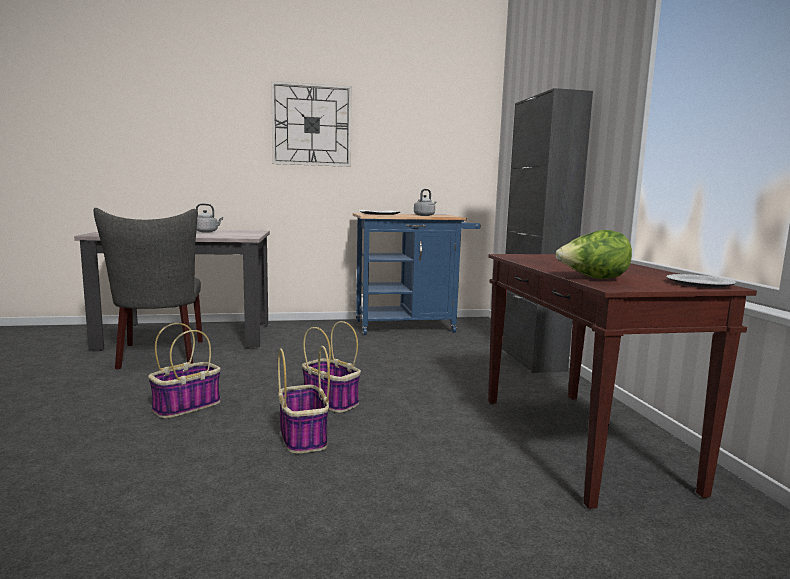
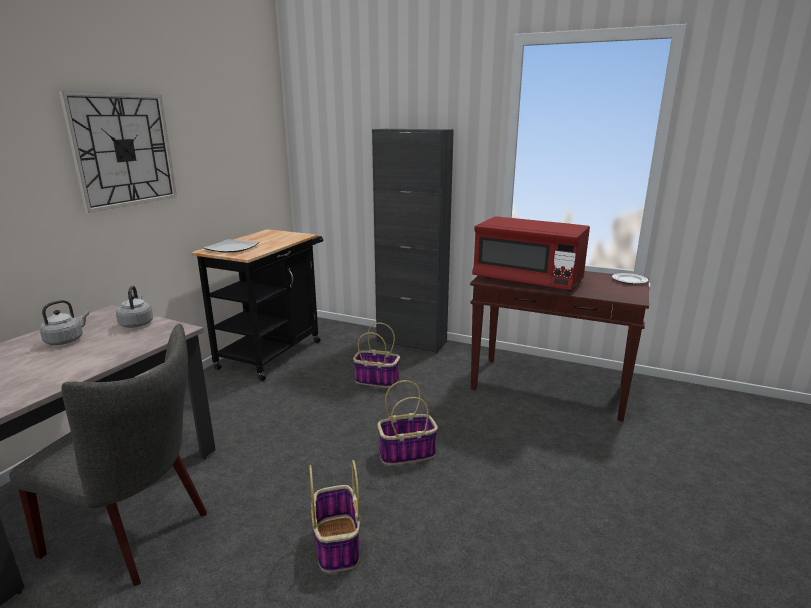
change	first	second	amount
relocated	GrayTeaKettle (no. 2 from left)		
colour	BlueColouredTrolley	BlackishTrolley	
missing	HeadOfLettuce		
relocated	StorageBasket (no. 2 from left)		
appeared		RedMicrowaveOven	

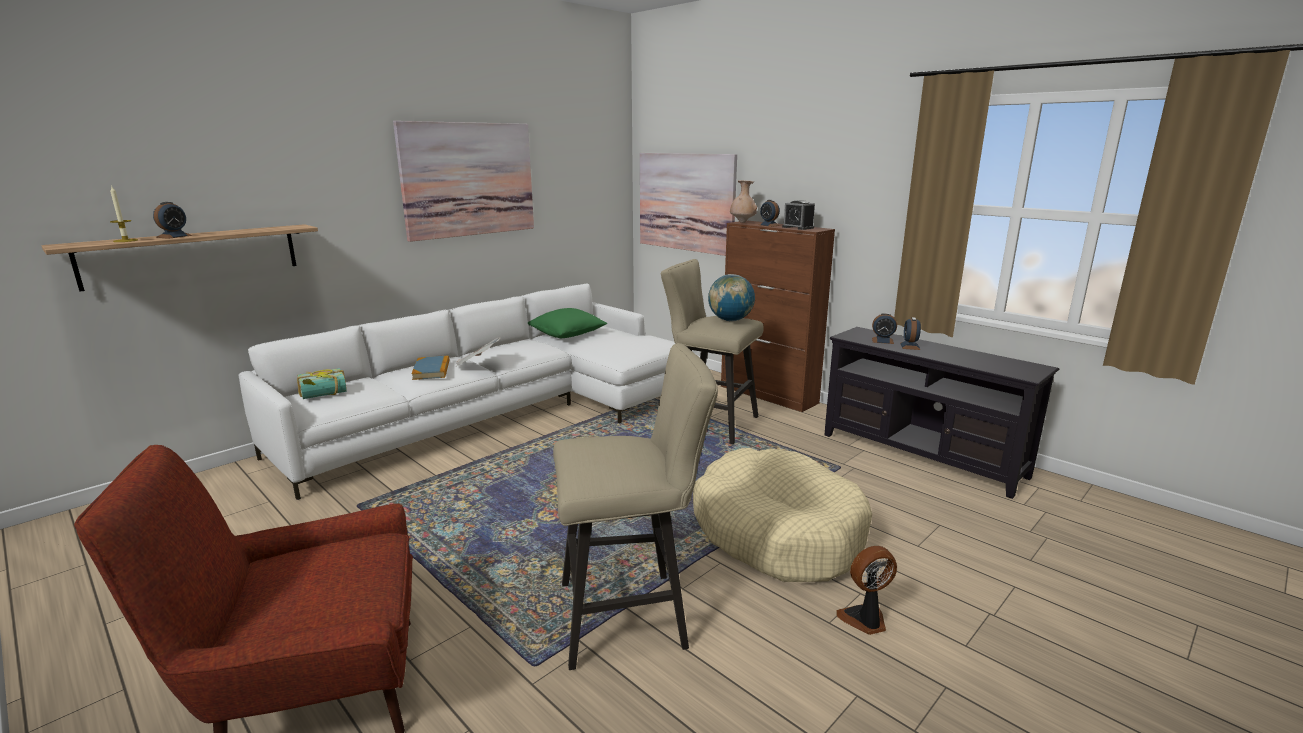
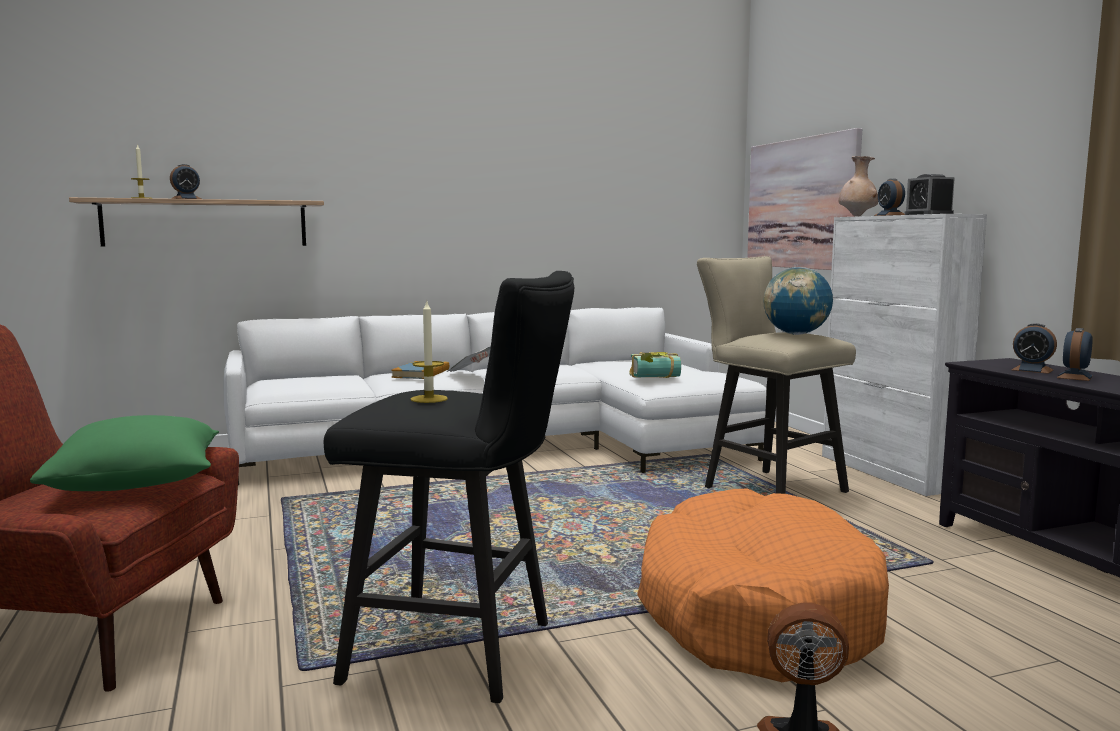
change	first	second	amount
missing	WallArt (no. 1 from left)		
colour	BrownColouredStorageCabinet	WhiteStorageCabinet	
relocated	GreenColouredThrowPillow		
colour	BeigeColouredStoolSeat (no. 1 from left)	BlackishStoolSeat	
relocated	Book (no. 1 from left in the first image)	Book (no. 2 from left)	
colour	BeigeColouredDogBed	OrangeColouredDogBed	
appeared		WaxCandle (no. 2 from left)	

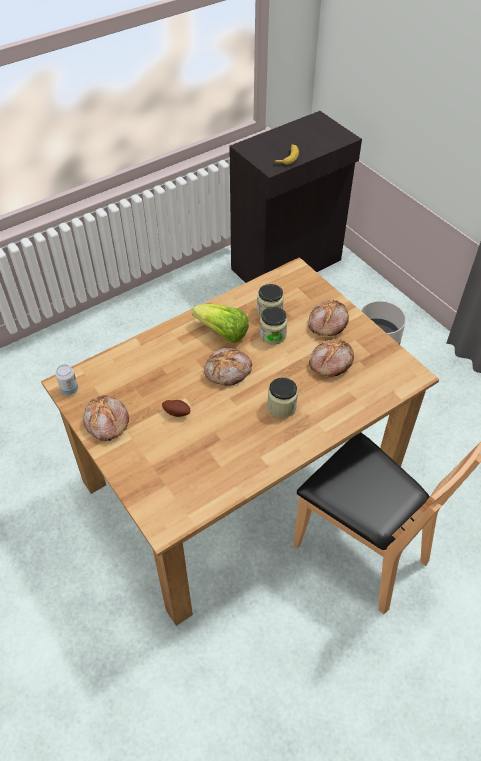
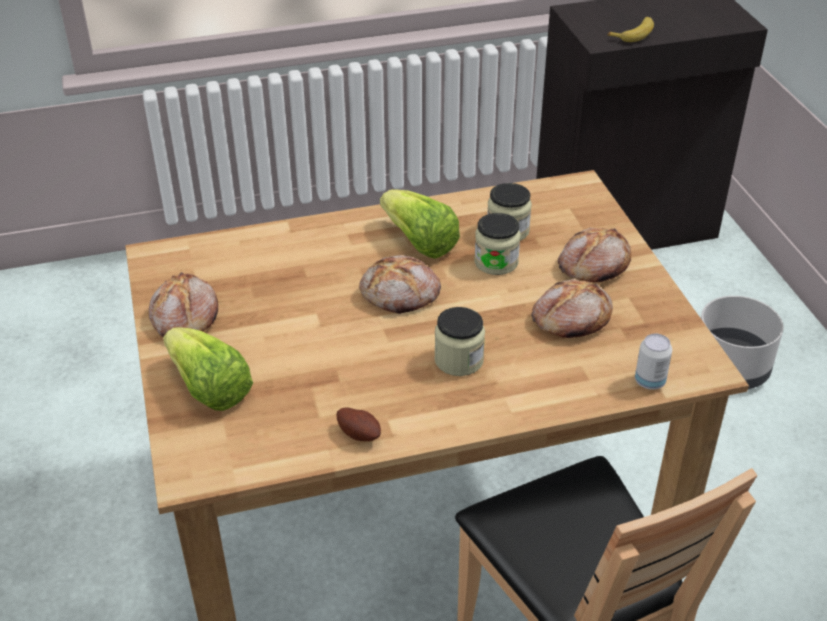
change	first	second	amount
relocated	Can		
relocated	Potato		
appeared		HeadOfLettuce (no. 1 from left)	

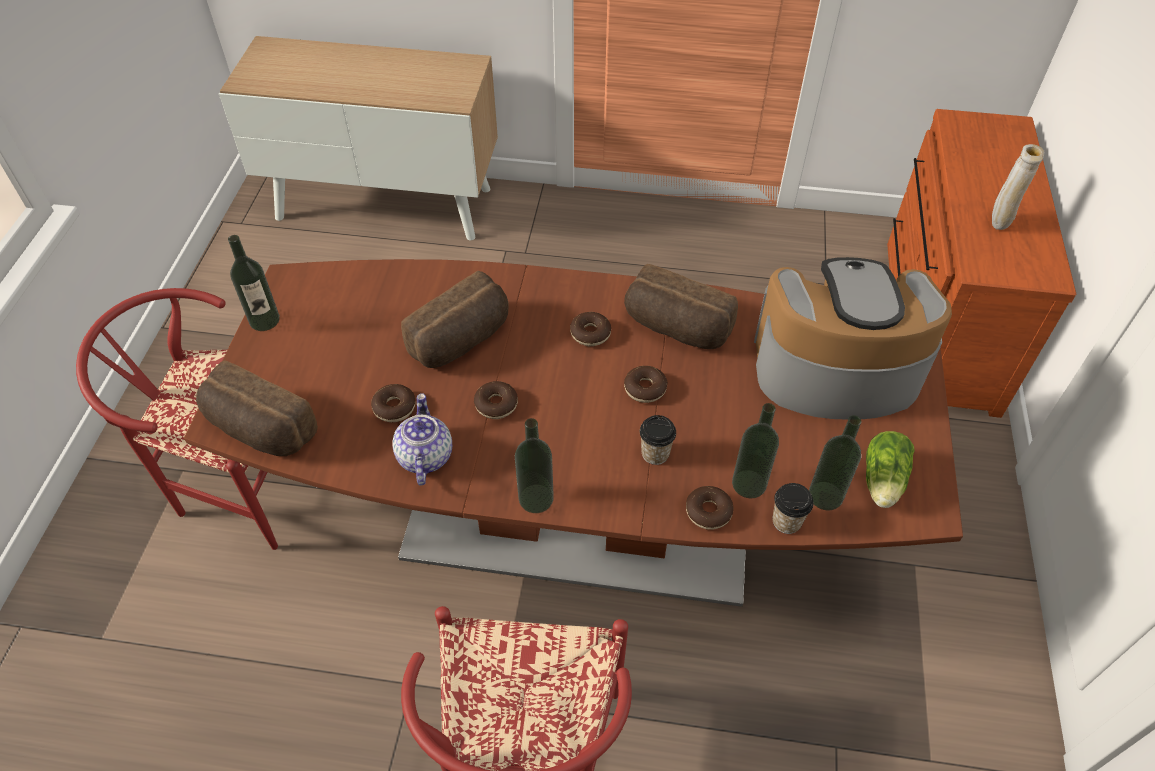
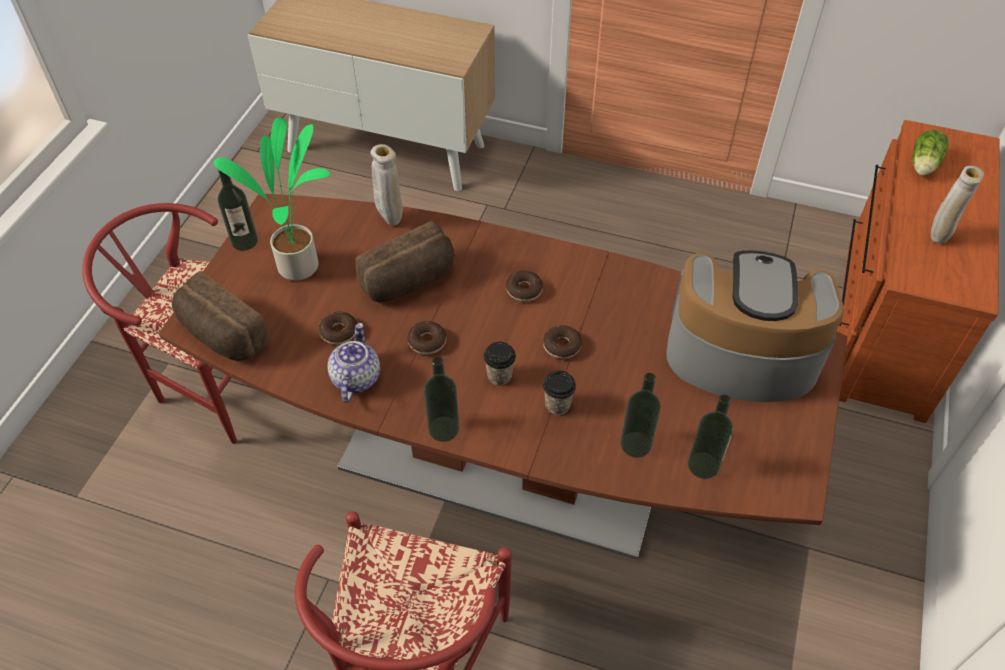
change	first	second	amount
missing	BakeryBread (no. 3 from left)		
relocated	HeadOfLettuce		
relocated	Cup (no. 2 from left in the first image)	Cup (no. 1 from left)	
missing	Donut (no. 5 from left)		
appeared		PlantInAPot	
appeared		BeigeColouredFlowerVase (no. 1 from left)	

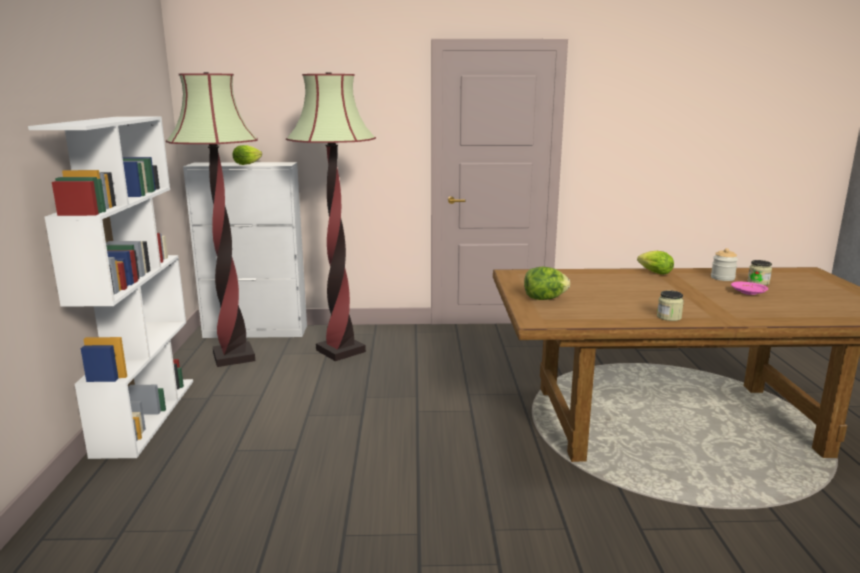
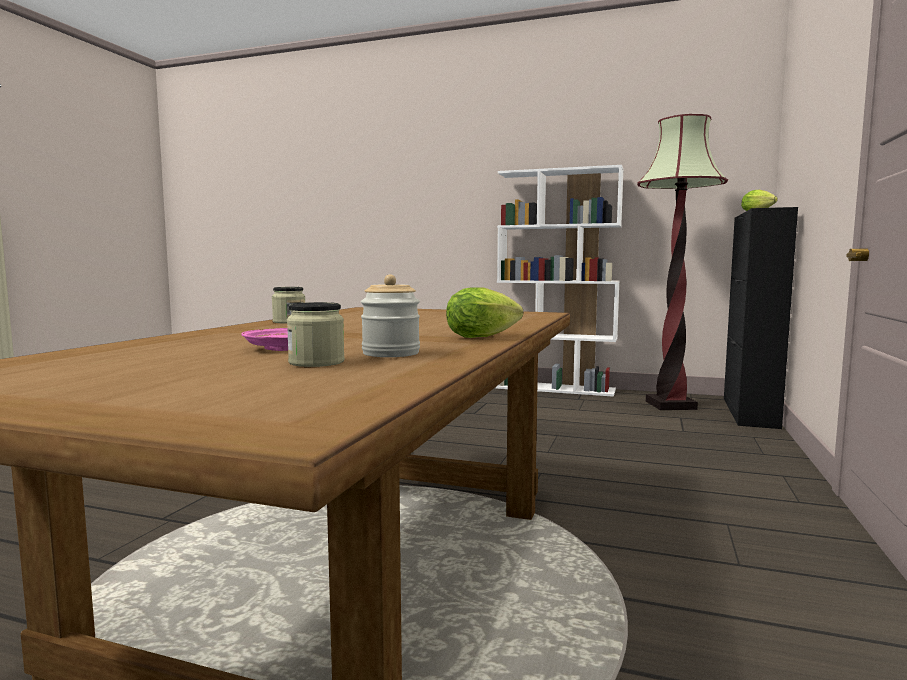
change	first	second	amount
missing	StandardLamp (no. 2 from left)		
colour	WhiteStorageCabinet	BlackishStorageCabinet	
missing	HeadOfLettuce (no. 2 from left)		

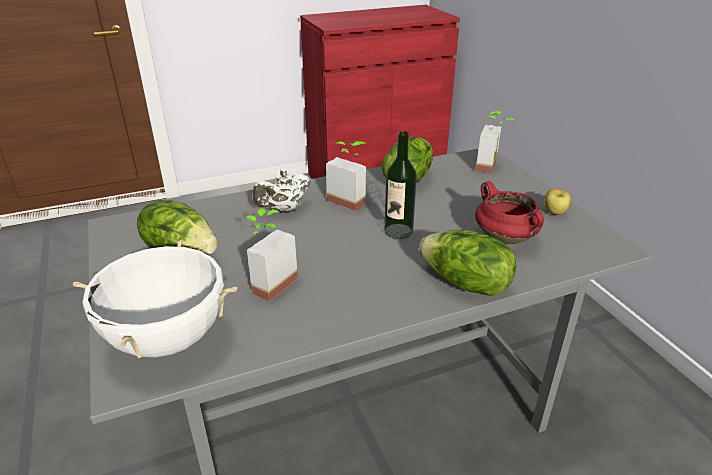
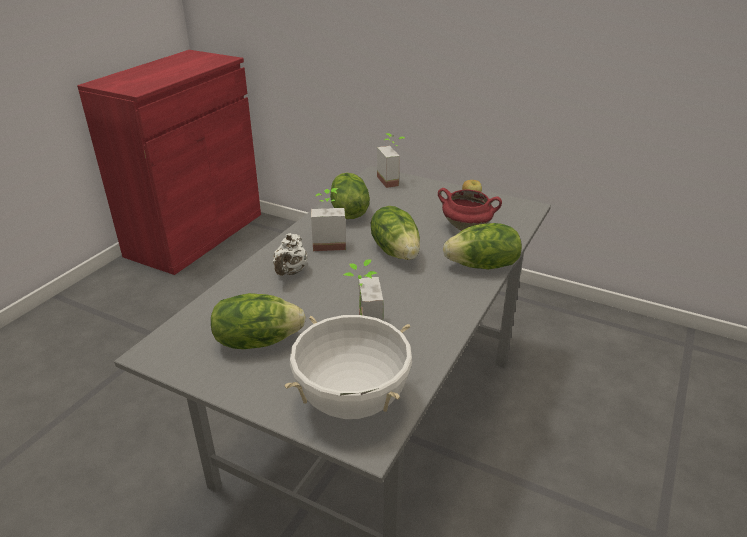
change	first	second	amount
exchanged	DrinkBottle	HeadOfLettuce (no. 3 from left)	

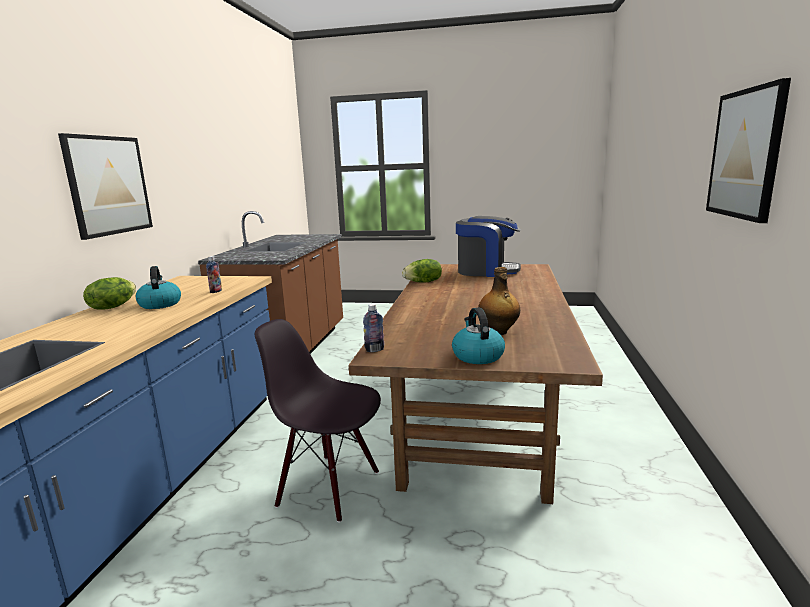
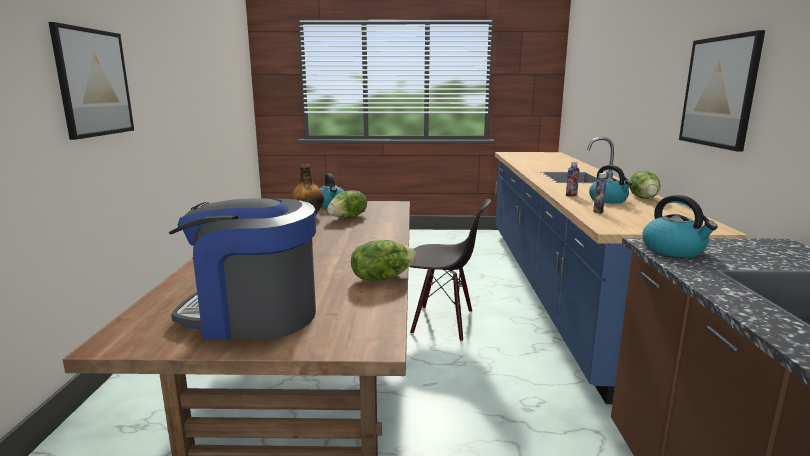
change	first	second	amount
relocated	DrinkBottle (no. 2 from left)		
appeared		HeadOfLettuce (no. 1 from left)	
appeared		TeaKettle (no. 3 from left)	

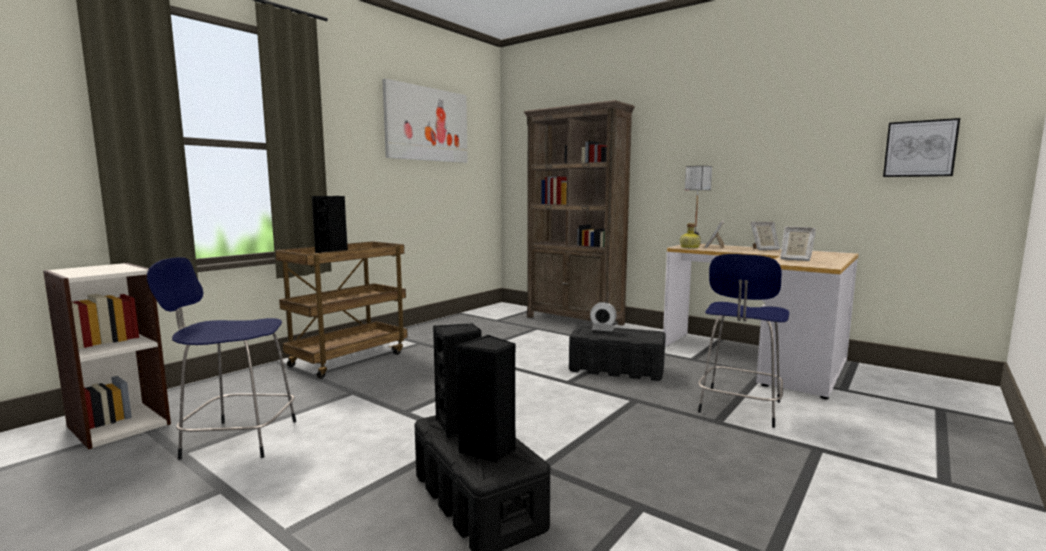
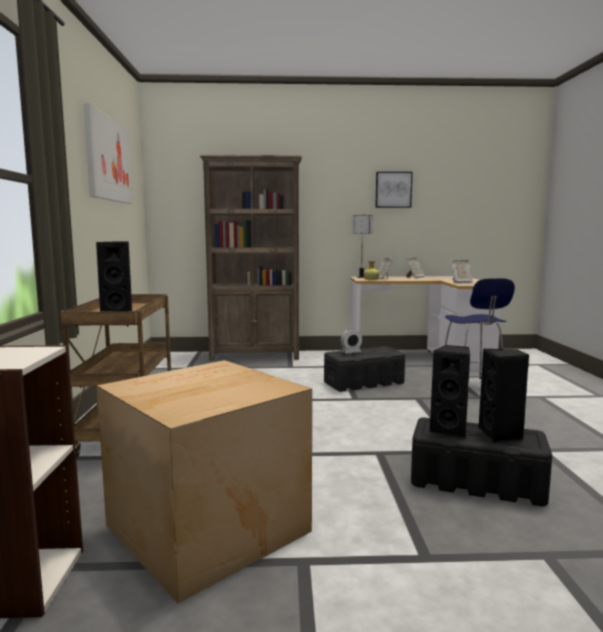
change	first	second	amount
relocated	WallArt (no. 2 from left)		
exchanged	BlueColouredStoolSeat (no. 1 from left)	CardboardBox	

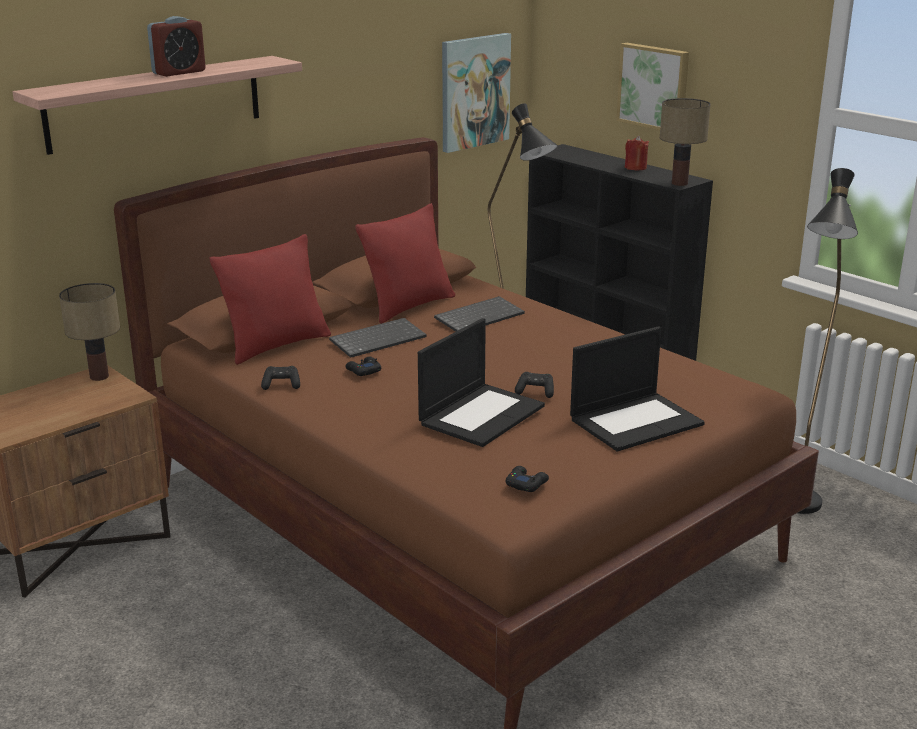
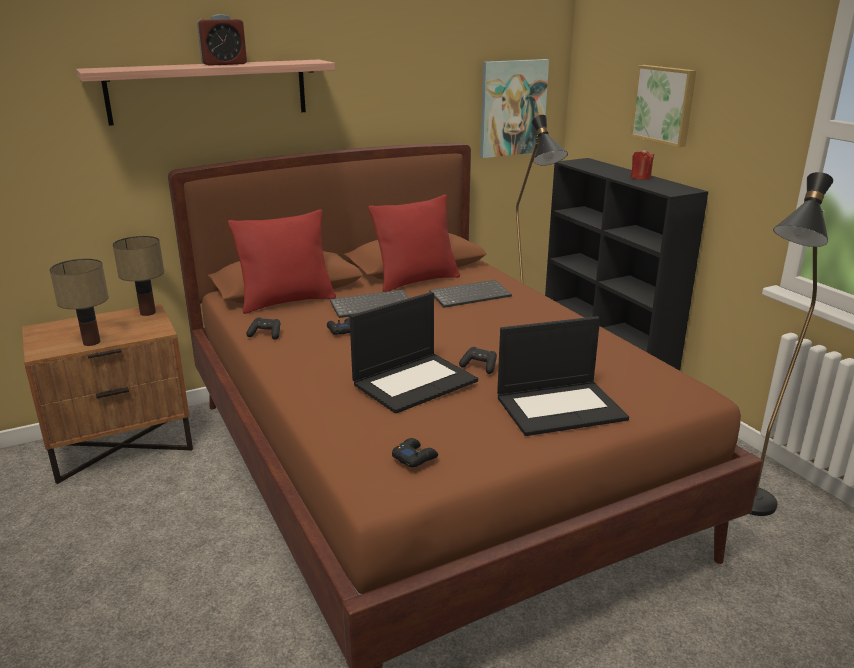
change	first	second	amount
relocated	TabletopLamp (no. 2 from left in the first image)	TabletopLamp (no. 1 from left)	

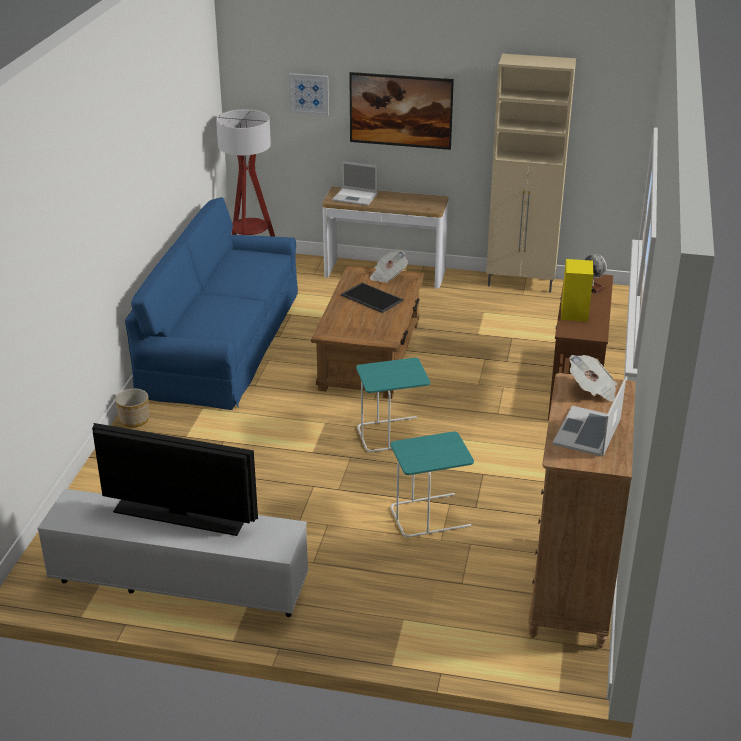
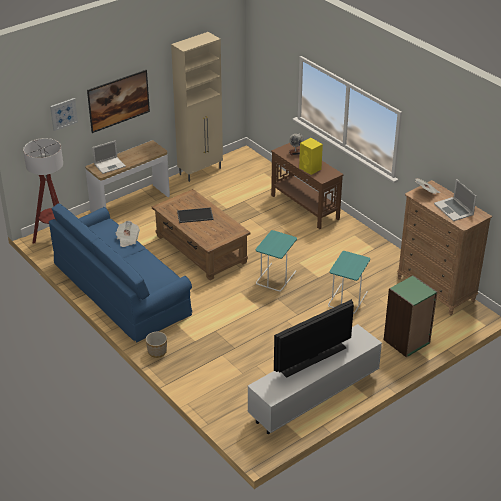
change	first	second	amount
relocated	Newspaper (no. 1 from left)		
appeared		GreenColouredShelvingUnit	

